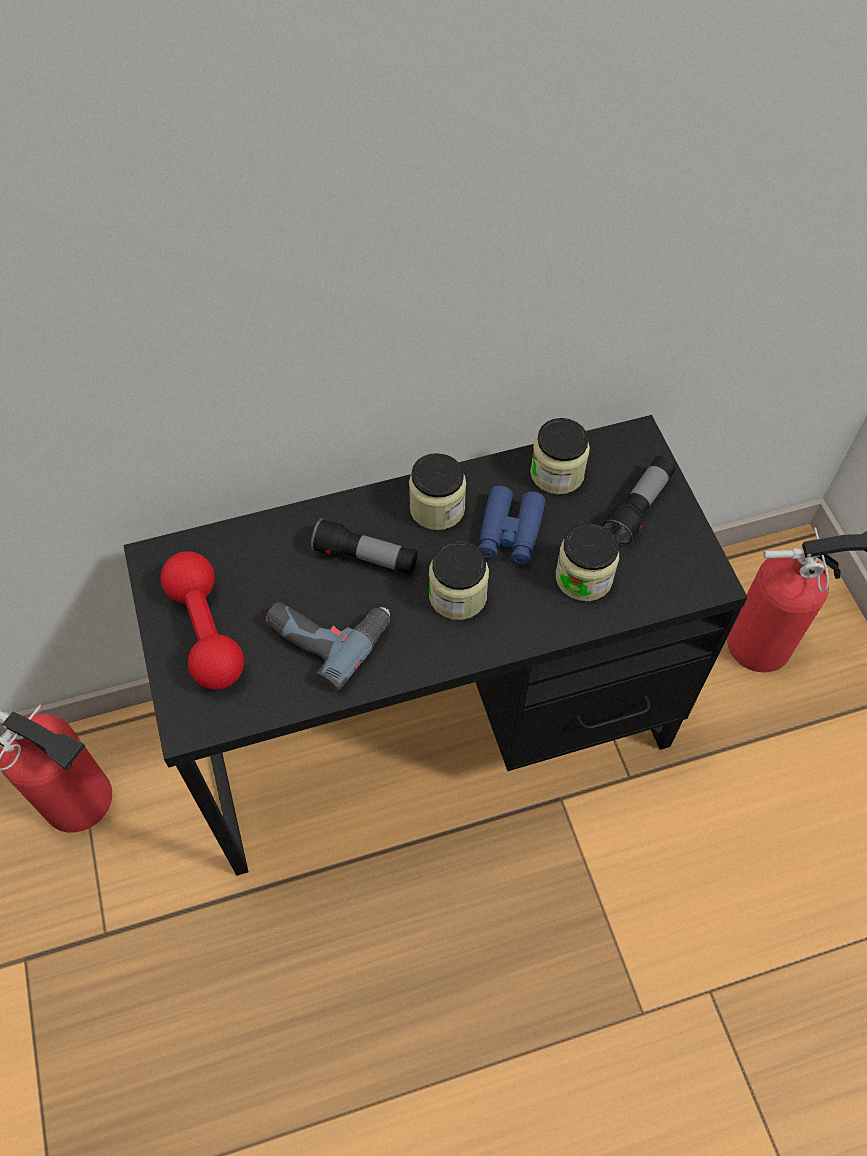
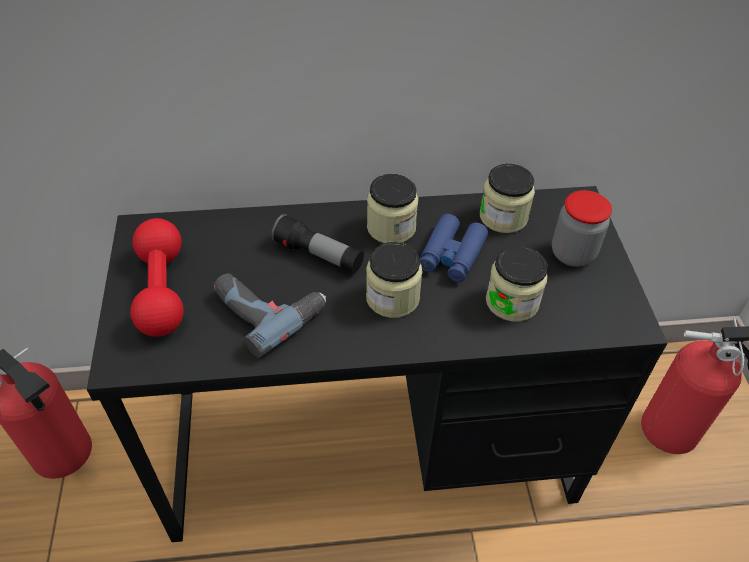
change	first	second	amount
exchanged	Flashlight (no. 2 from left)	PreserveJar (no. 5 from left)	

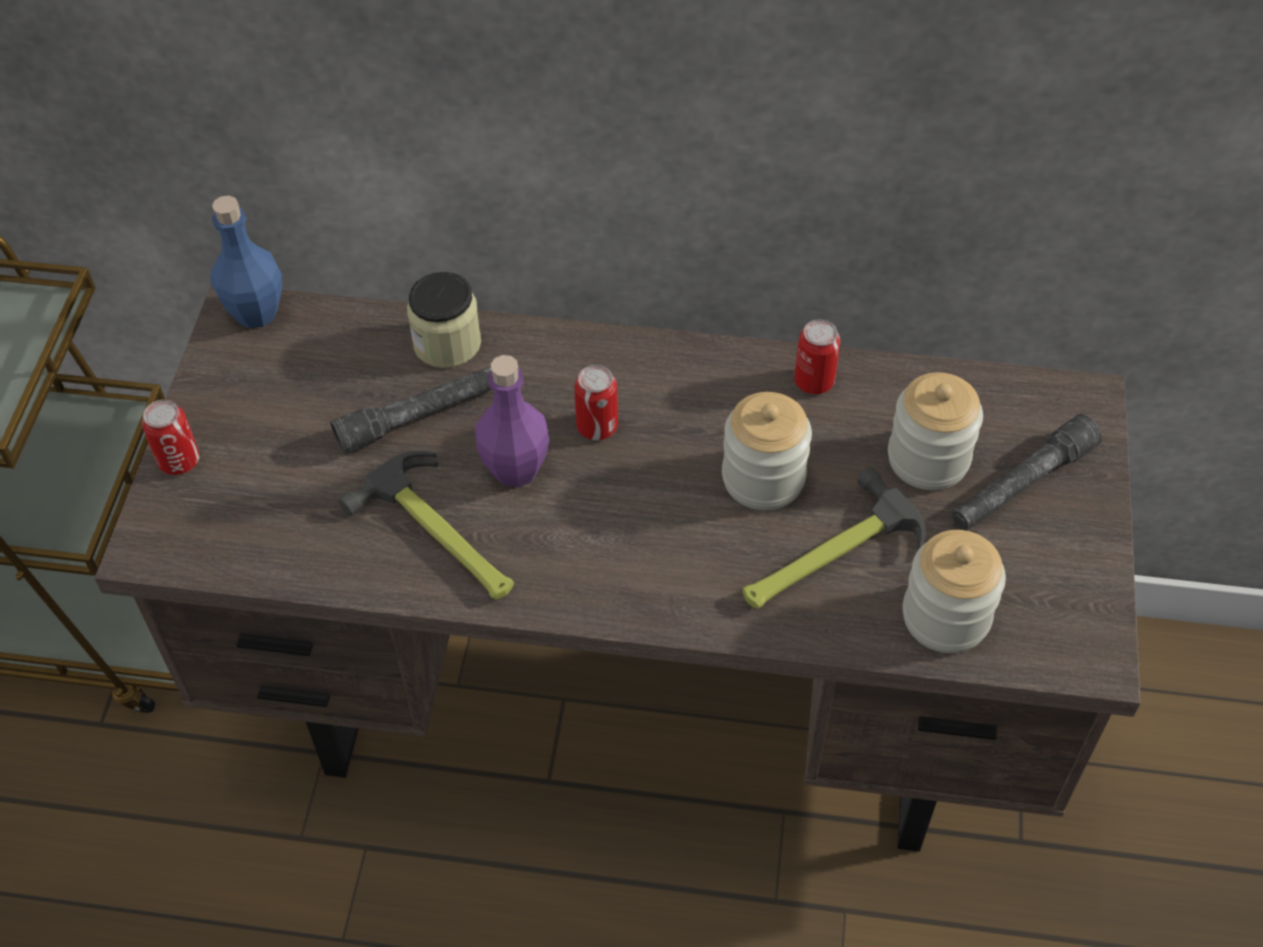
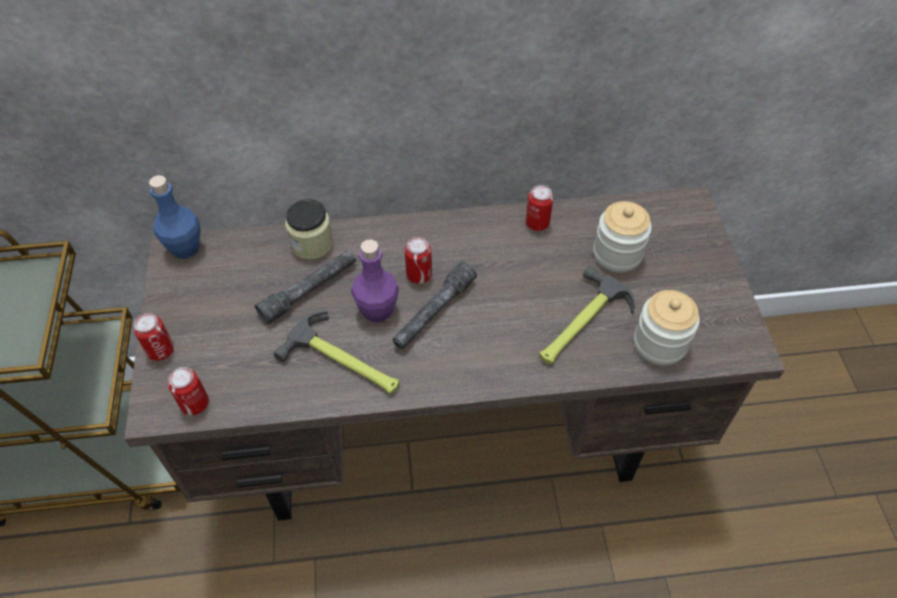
change	first	second	amount
missing	PreserveJar (no. 2 from left)		
relocated	GrayFlashlight (no. 2 from left)		
appeared		Can (no. 2 from left)	

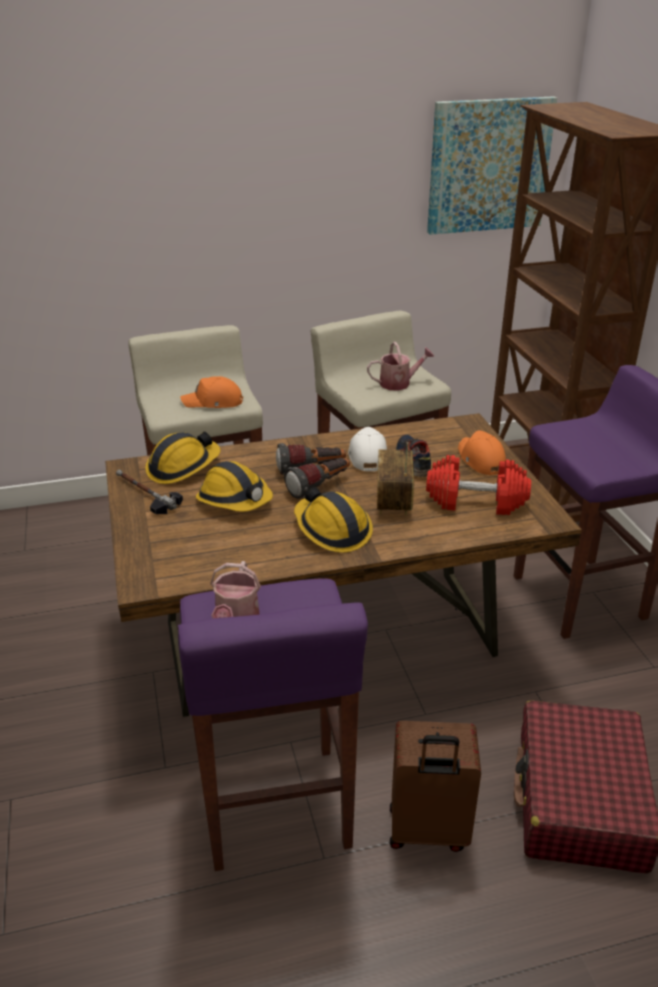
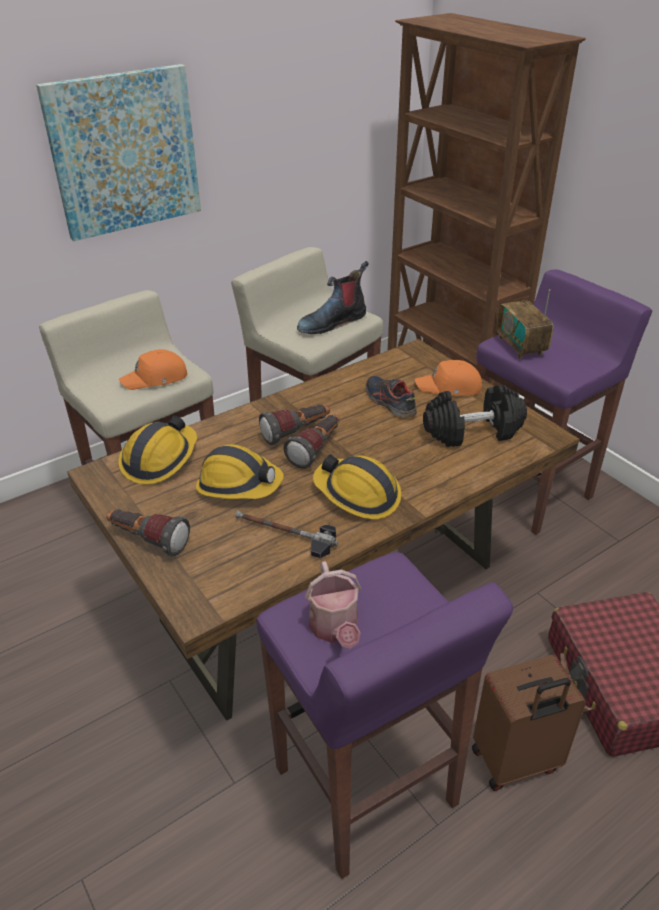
change	first	second	amount
relocated	WallArt		
exchanged	WateringPot (no. 2 from left)	Boot	
missing	WhitePeakedCap		
spun	OrangeColouredPeakedCap (no. 2 from left)		45 degrees counterclockwise
relocated	RadioReceiver		
colour	RedDumbbell	BlackishDumbbell	
relocated	Hammer		
appeared		Flashlight (no. 1 from left)	

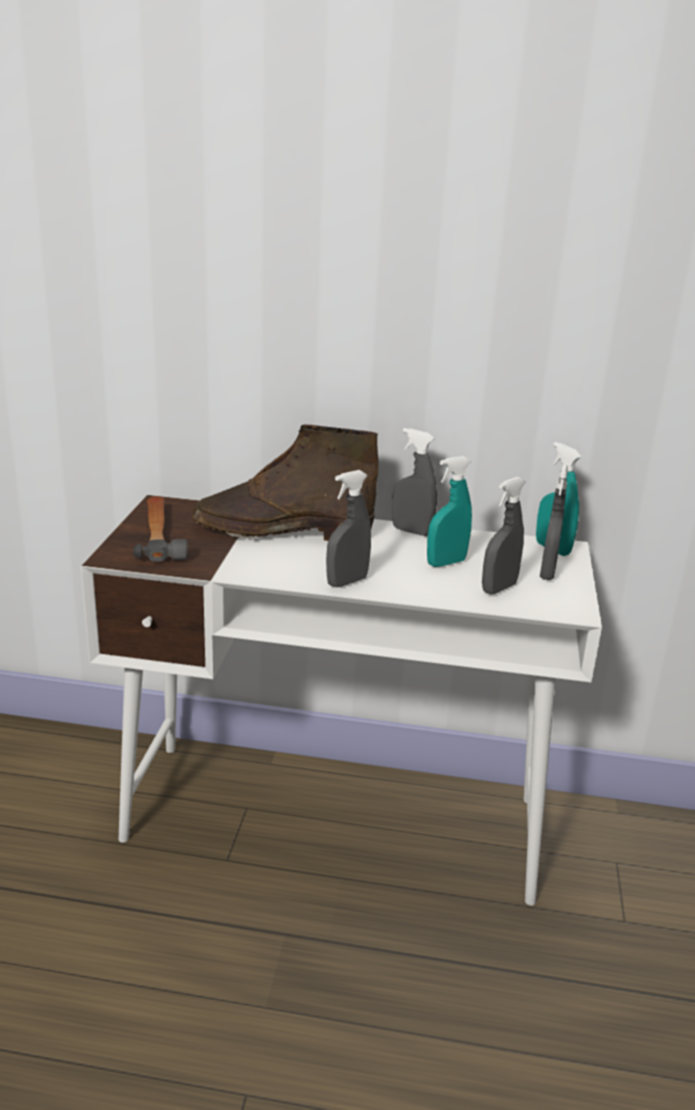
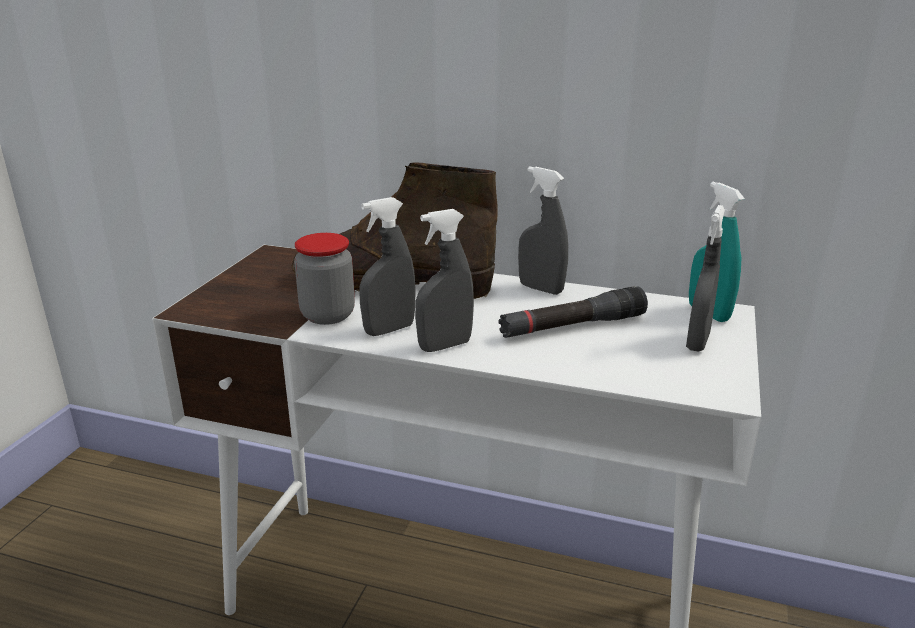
change	first	second	amount
exchanged	TurquoiseColouredHandSprayer (no. 1 from left)	BlackishFlashlight	
relocated	GrayHandSprayer (no. 3 from left in the first image)	GrayHandSprayer (no. 1 from left)	
missing	Hammer		
appeared		PreserveJar	

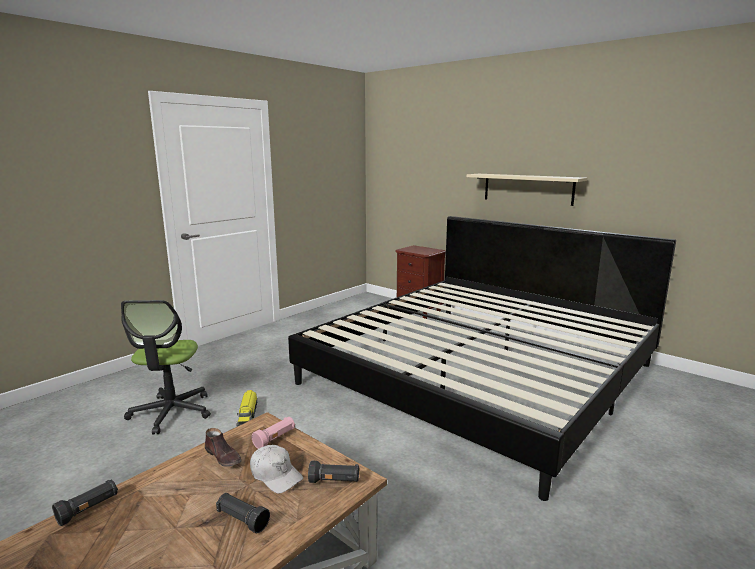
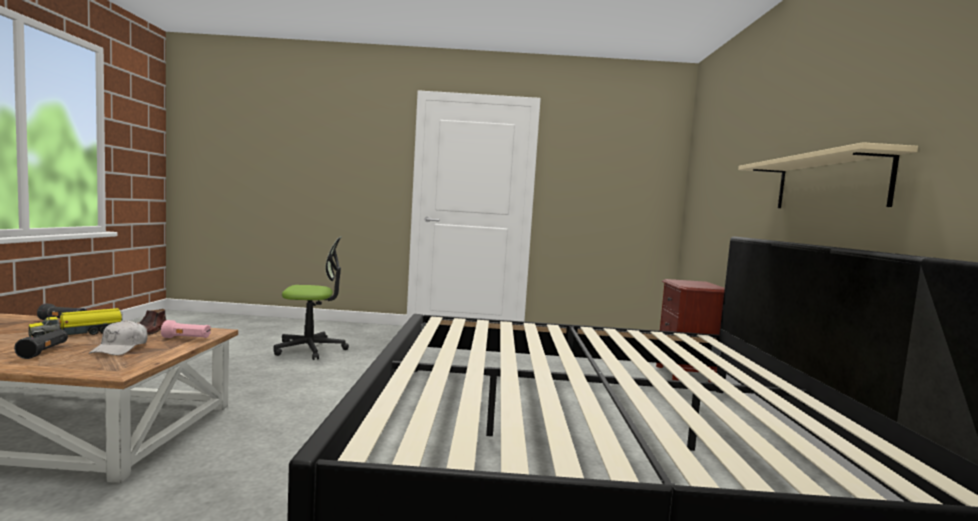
change	first	second	amount
spun	ComputerChair		150 degrees counterclockwise
relocated	ToyTruck		
missing	BlackishFlashlight (no. 3 from left)		

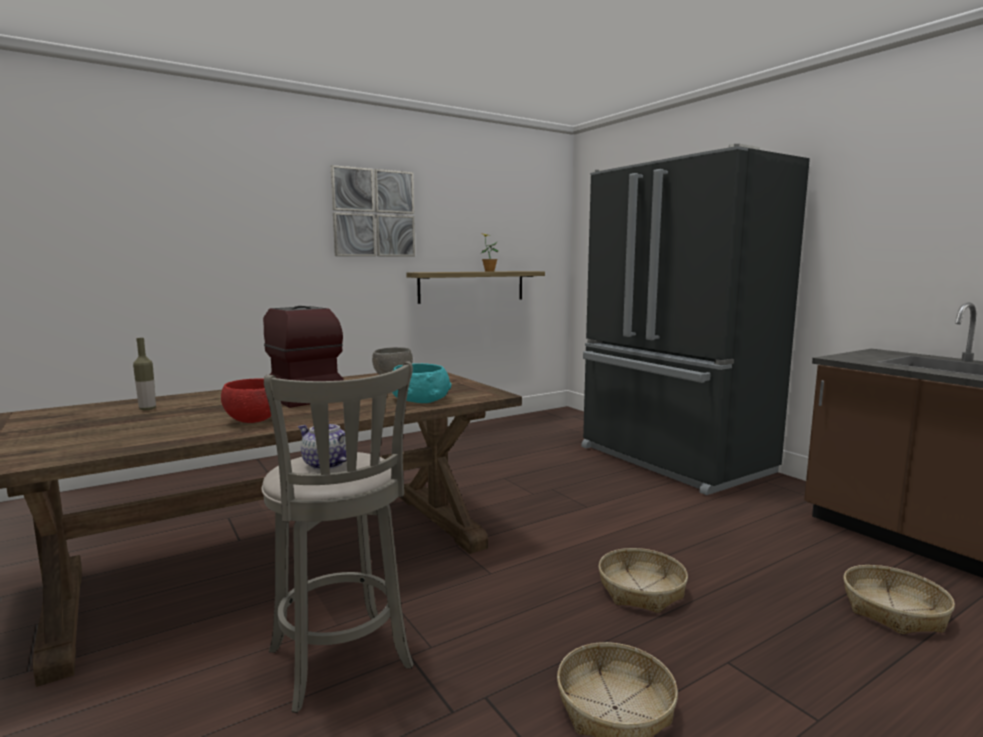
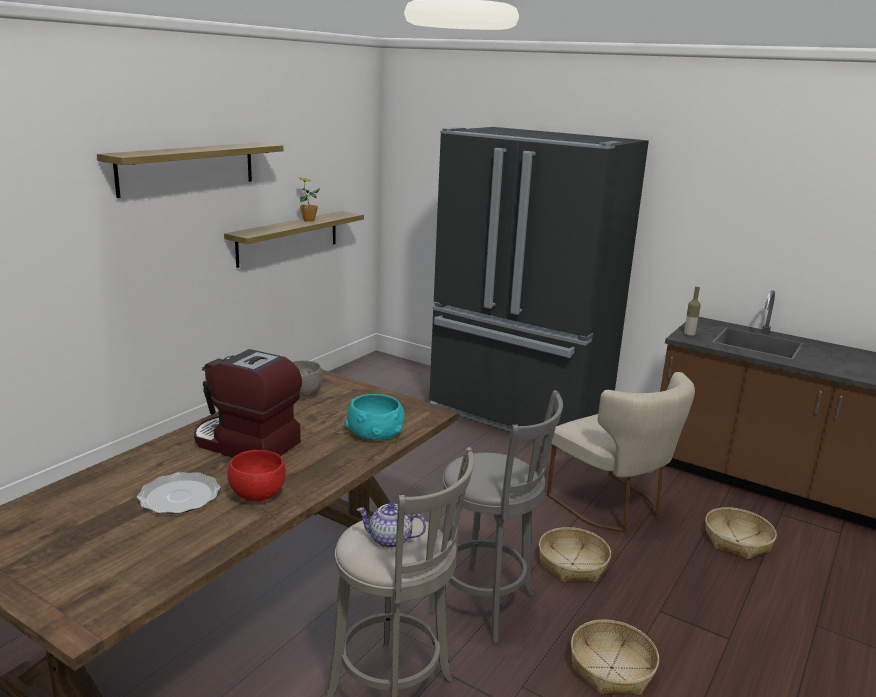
change	first	second	amount
exchanged	WallArt	Shelf (no. 1 from left)	
relocated	DrinkBottle		
appeared		BeigeColouredUprightChair	
appeared		GrayStoolSeat (no. 2 from left)	
appeared		FlatDish	

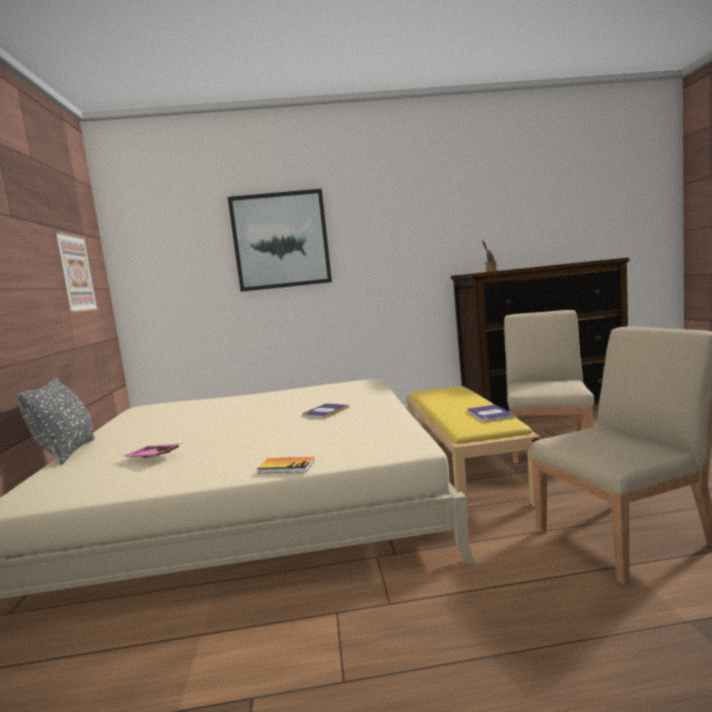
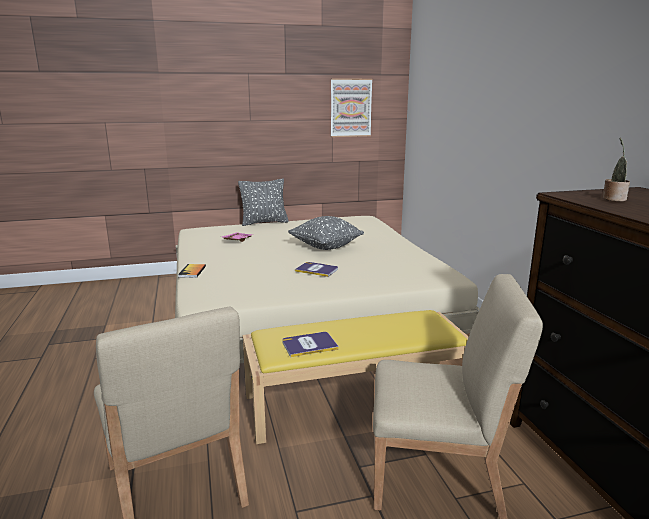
change	first	second	amount
missing	WallArt (no. 2 from left)		
appeared		GrayThrowPillow (no. 2 from left)	

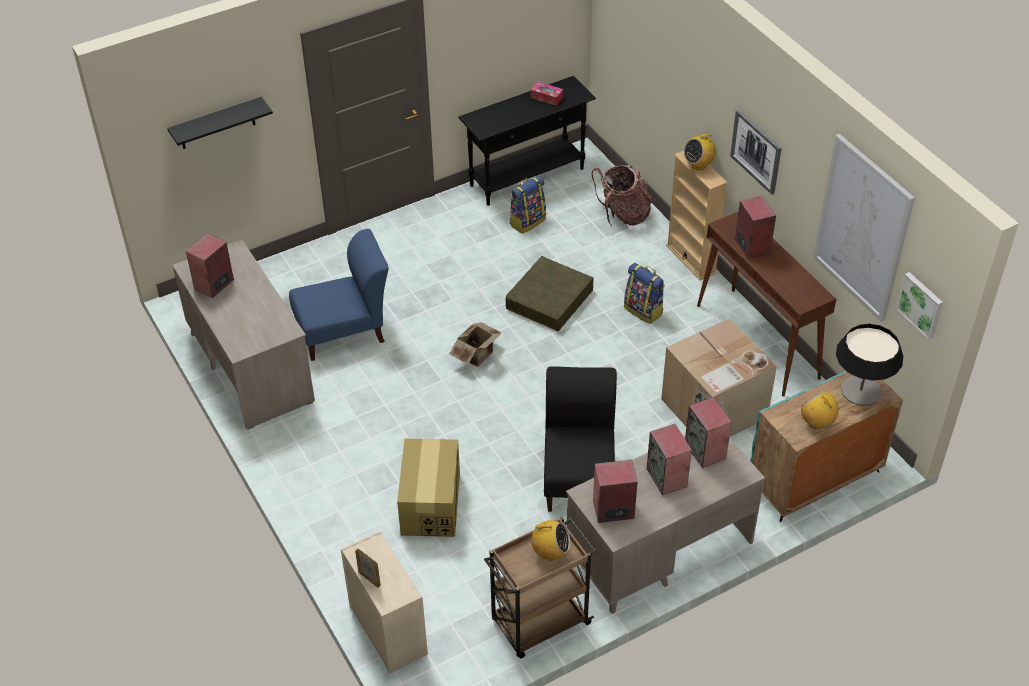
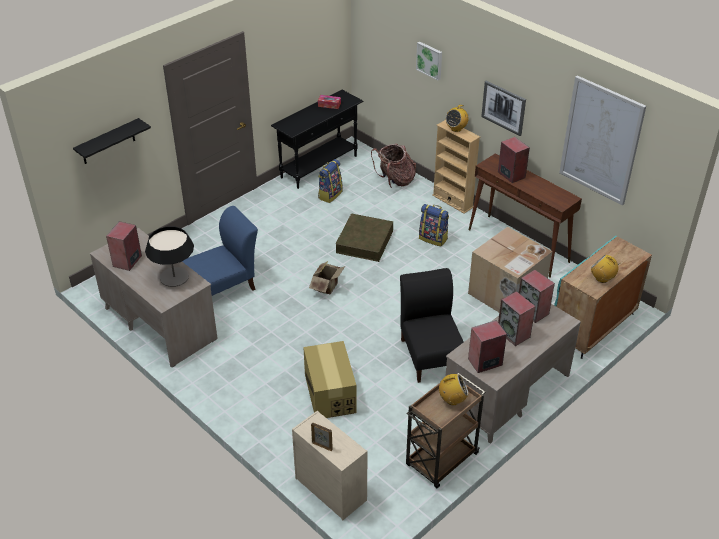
change	first	second	amount
relocated	WallArt (no. 3 from left in the first image)	WallArt (no. 1 from left)	
relocated	TabletopLamp		

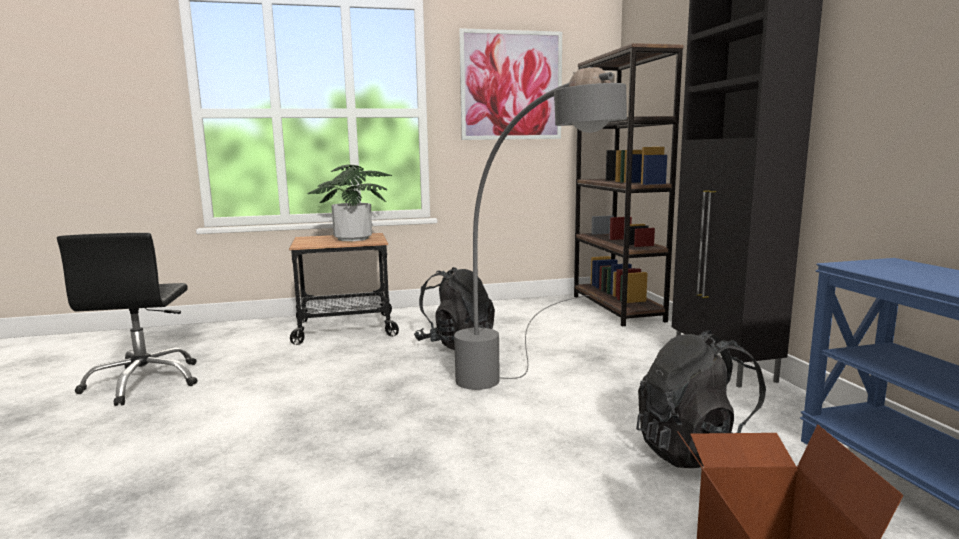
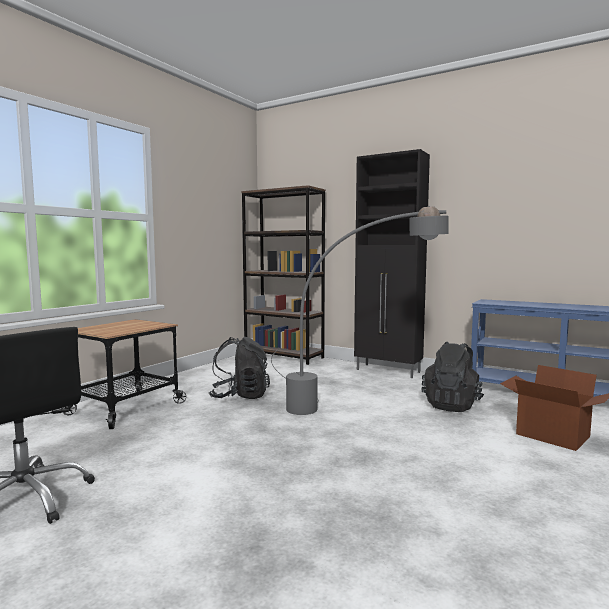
change	first	second	amount
missing	WallArt		
missing	PlantInAPot		

